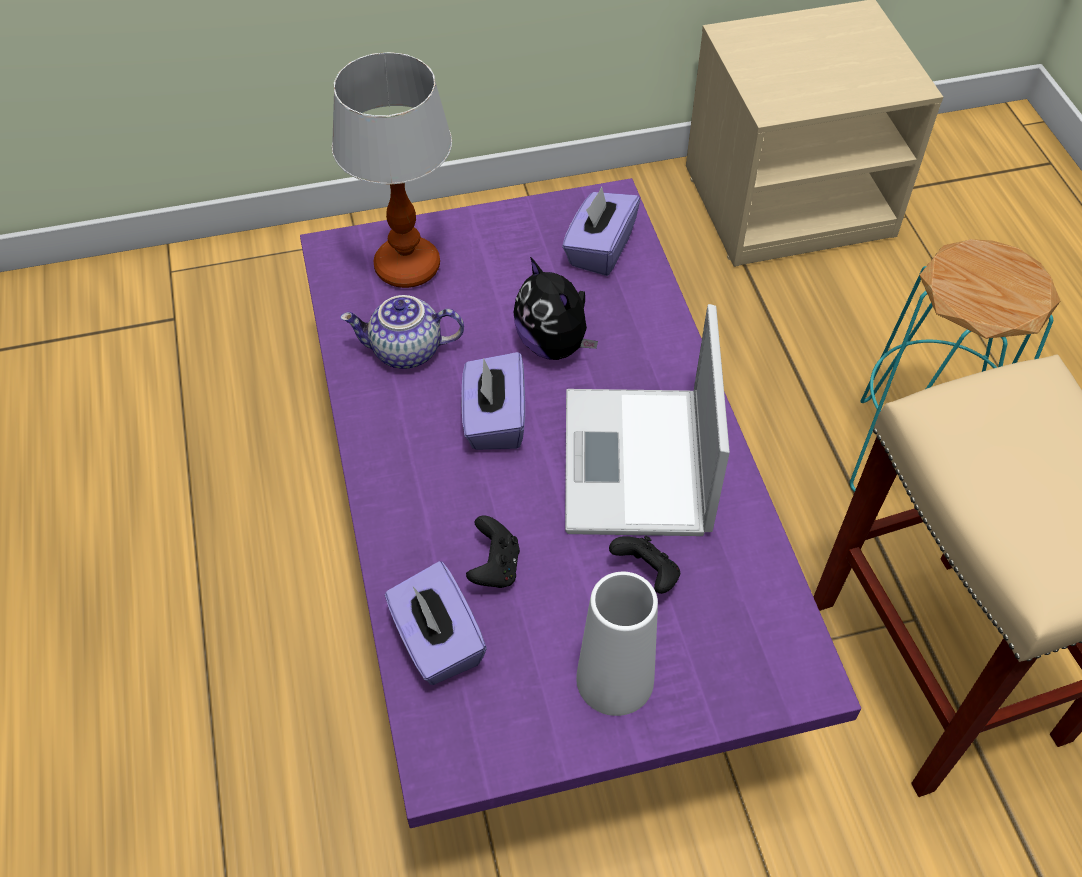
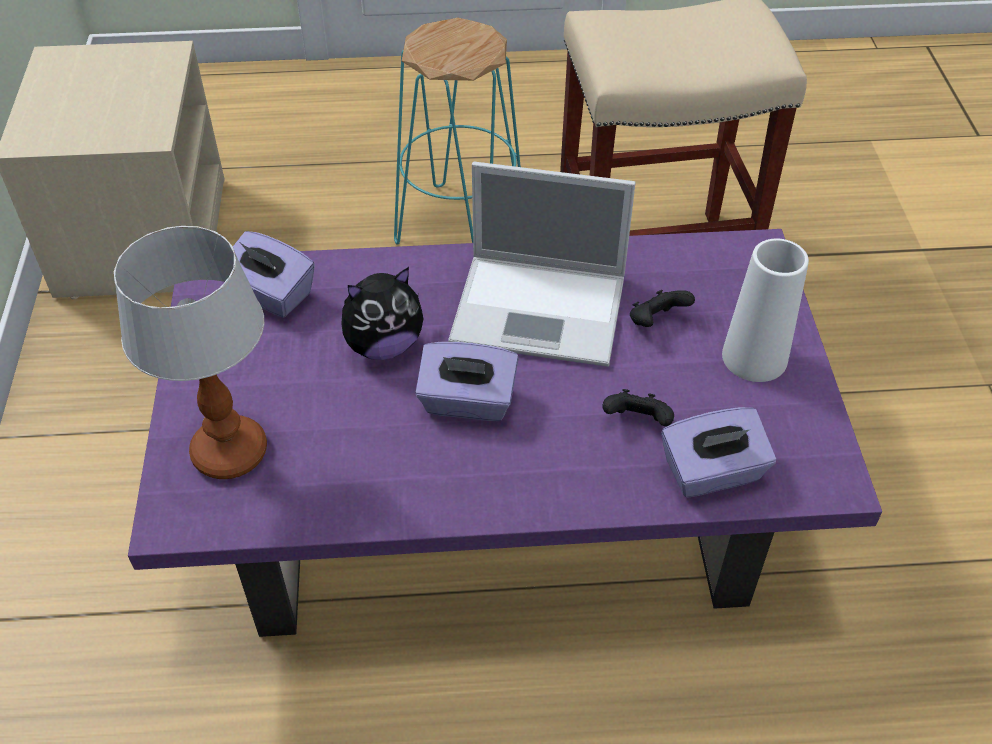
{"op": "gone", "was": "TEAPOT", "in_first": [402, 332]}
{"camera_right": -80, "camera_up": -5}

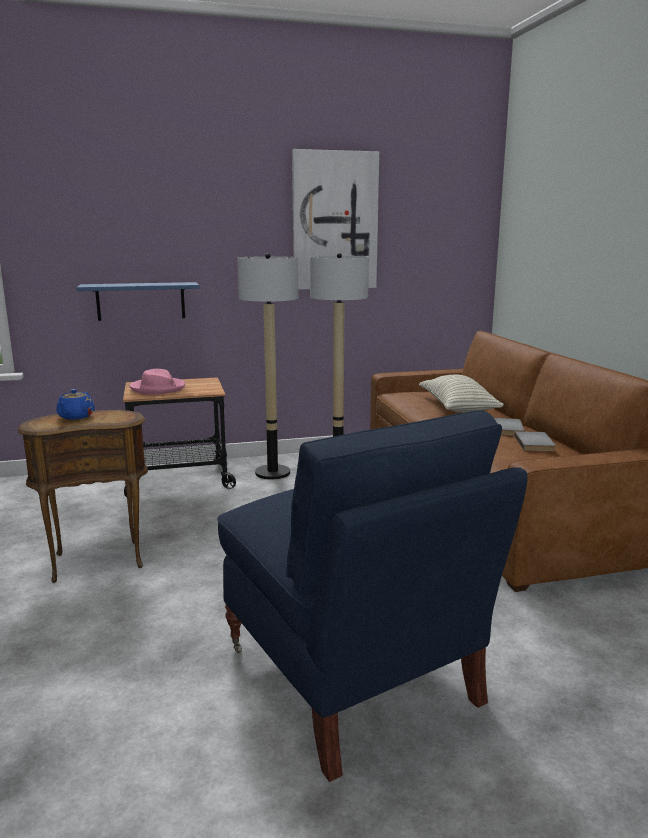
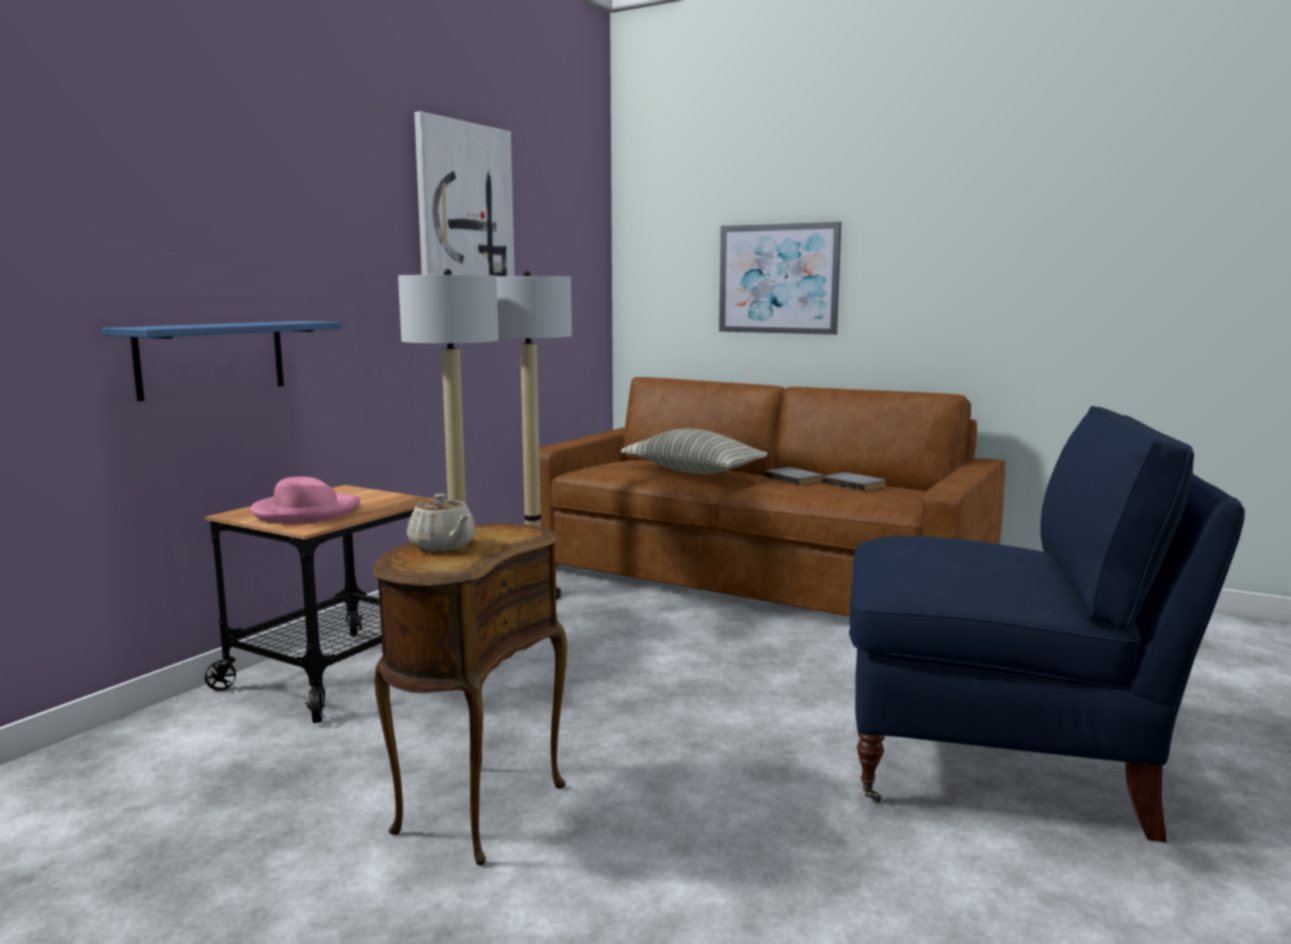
{"op": "repainted", "was": "BLUE TEAPOT", "now": "BEIGE TEAPOT", "in_first": [75, 404], "in_second": [441, 522]}
{"op": "new", "now": "PICTURE", "in_second": [780, 278]}
{"camera_right": -45, "camera_up": -5}

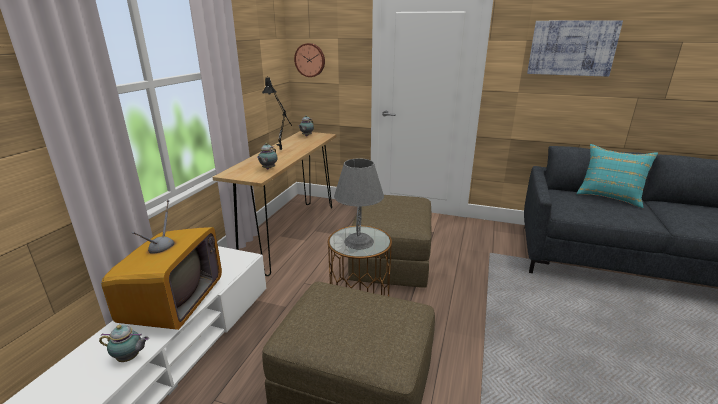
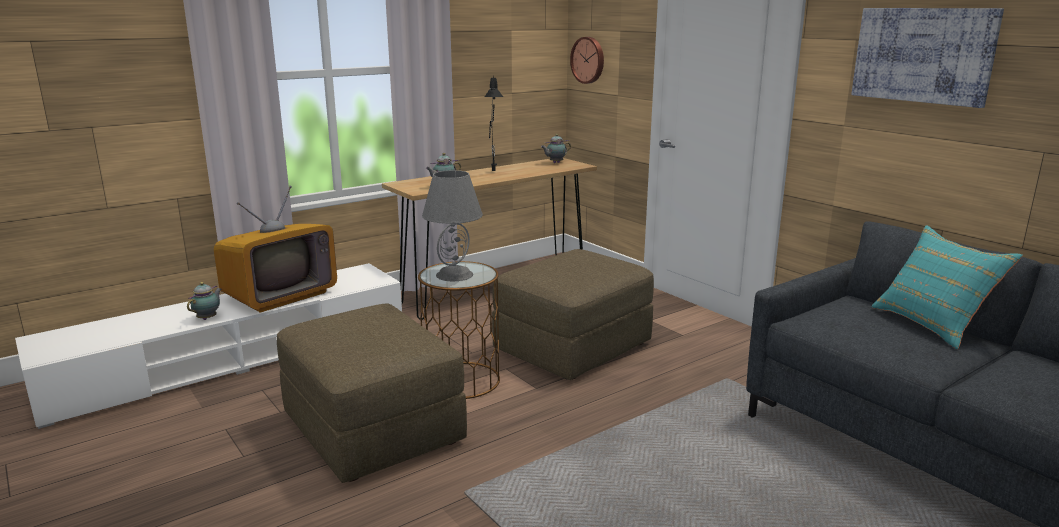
{"op": "rotated", "was": "TEAPOT", "in_first": [124, 343], "in_second": [204, 301], "clockwise": -105}
{"camera_right": 35, "camera_up": -5}

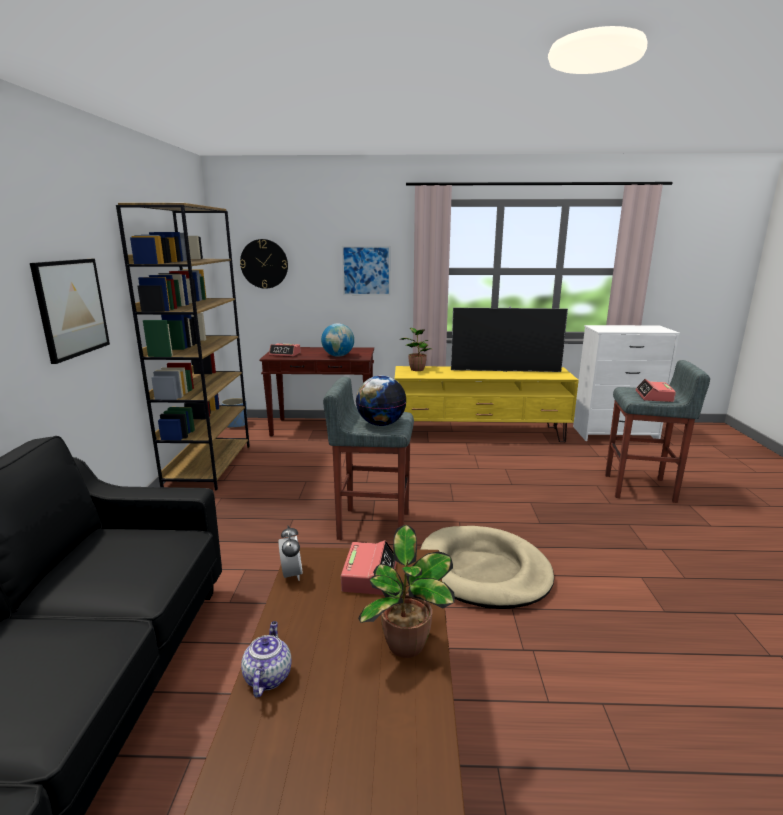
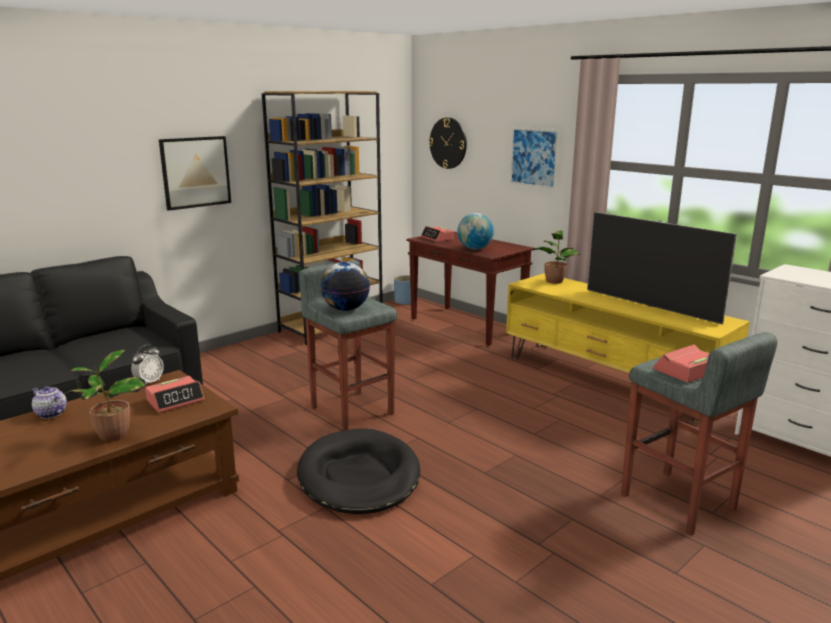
{"op": "repainted", "was": "BEIGE DOG BED", "now": "BLACK DOG BED", "in_first": [487, 567], "in_second": [359, 471]}
{"op": "rotated", "was": "TEAPOT", "in_first": [266, 659], "in_second": [49, 402], "clockwise": -105}
{"camera_right": 45, "camera_up": 0}

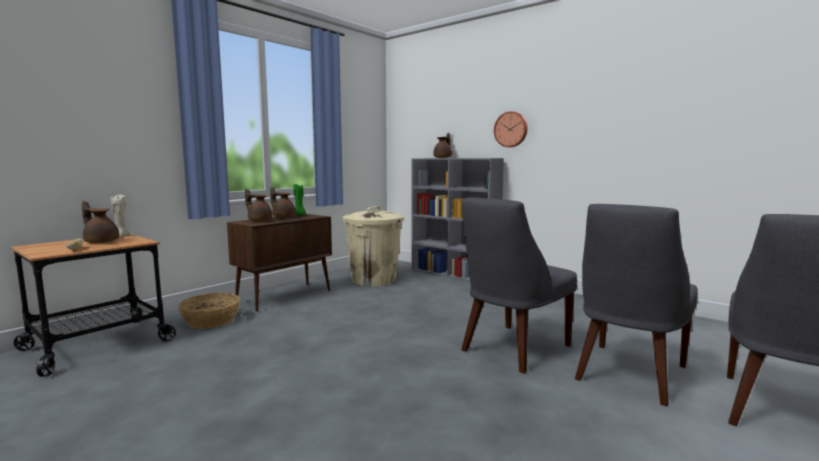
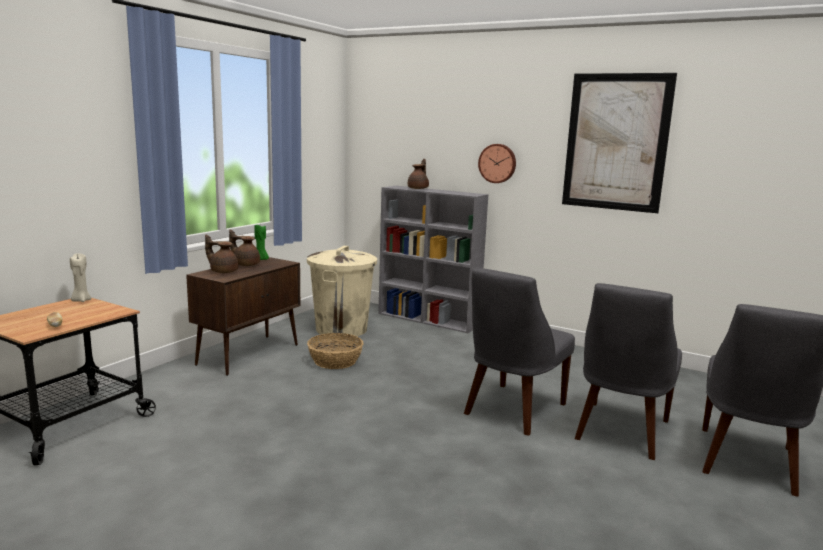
{"op": "gone", "was": "BROWN TEAPOT", "in_first": [100, 222]}
{"op": "shifted", "was": "BASKET", "in_first": [209, 311], "in_second": [335, 351]}
{"op": "new", "now": "PICTURE", "in_second": [619, 143]}
{"camera_right": -10, "camera_up": 5}

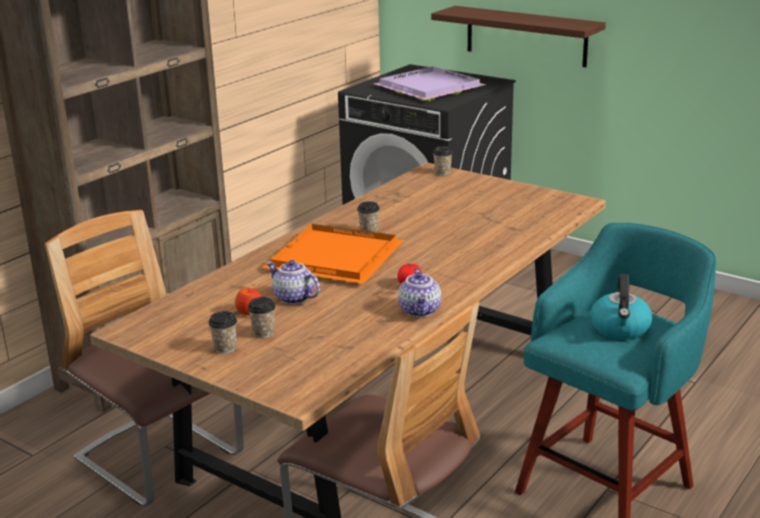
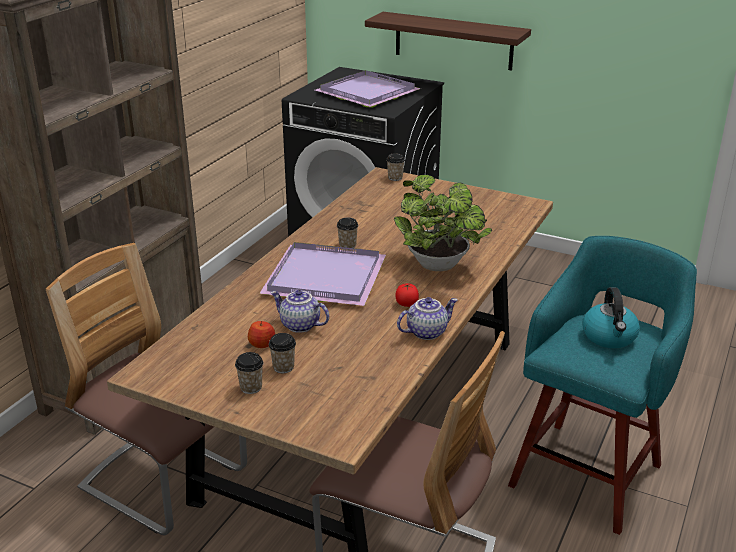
{"op": "repainted", "was": "ORANGE TRAY", "now": "PURPLE TRAY", "in_first": [333, 254], "in_second": [322, 274]}
{"op": "rotated", "was": "TEAPOT", "in_first": [419, 292], "in_second": [427, 318], "clockwise": -105}
{"op": "new", "now": "POTTED PLANT", "in_second": [443, 223]}
{"camera_right": -10, "camera_up": 5}

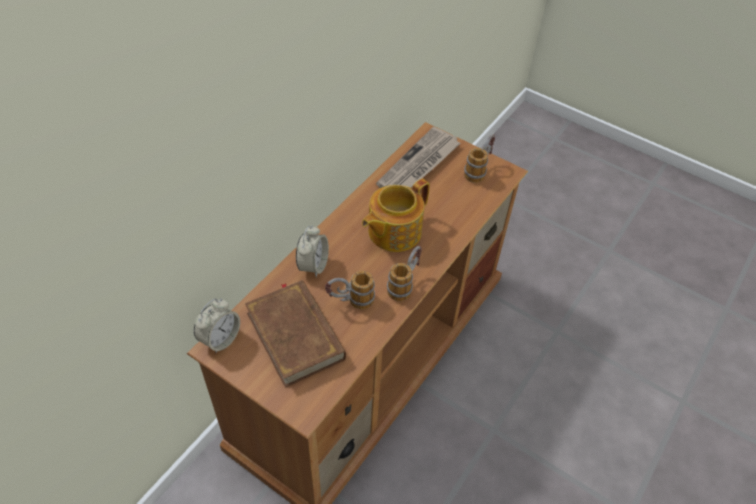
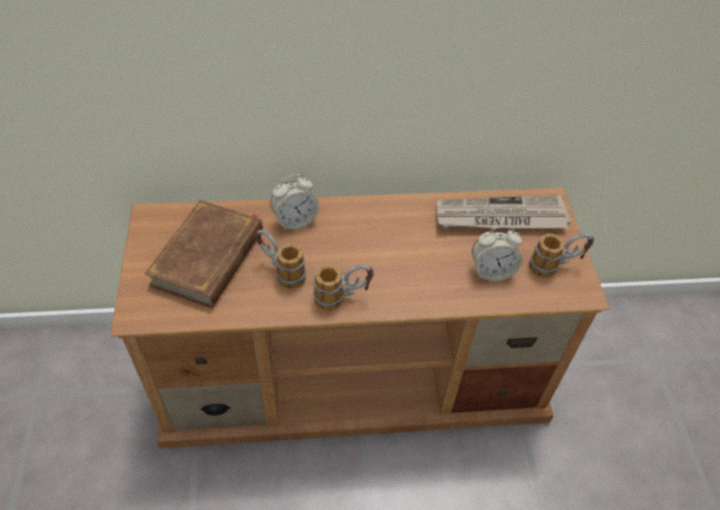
{"op": "gone", "was": "TEAPOT", "in_first": [396, 215]}
{"op": "shifted", "was": "ALARM CLOCK", "in_first": [217, 325], "in_second": [497, 253]}
{"camera_right": 50, "camera_up": 0}

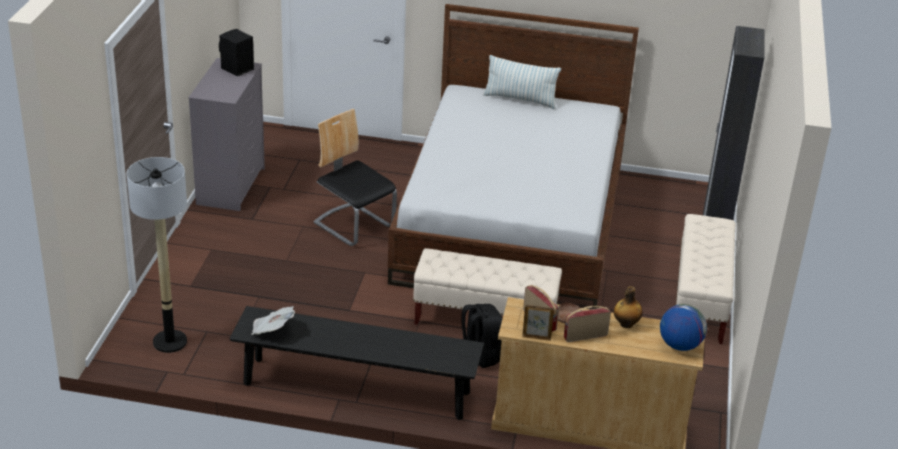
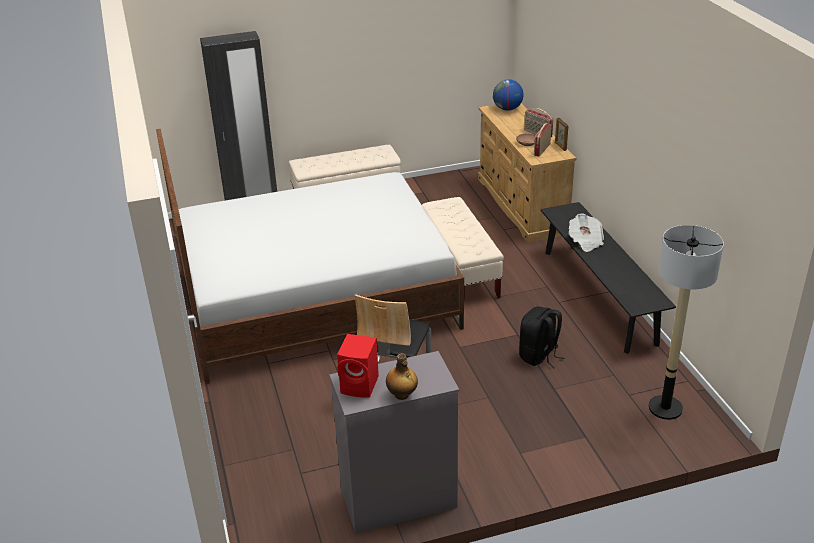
{"op": "repainted", "was": "BLACK SPEAKER", "now": "RED SPEAKER", "in_first": [236, 52], "in_second": [358, 366]}
{"op": "gone", "was": "PILLOW", "in_first": [522, 82]}
{"op": "shifted", "was": "BOTTLE", "in_first": [628, 307], "in_second": [402, 376]}
{"op": "shifted", "was": "BLACK BACKPACK", "in_first": [482, 336], "in_second": [542, 337]}
{"op": "shifted", "was": "NEWSPAPER", "in_first": [273, 320], "in_second": [586, 232]}
{"camera_right": -115, "camera_up": 0}

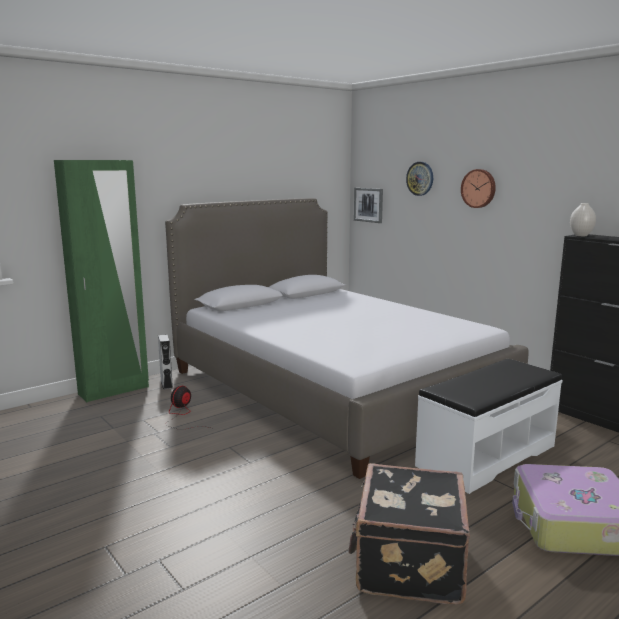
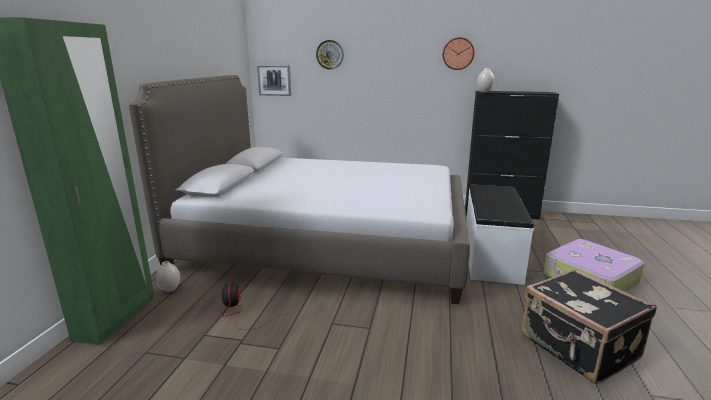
{"op": "shifted", "was": "WALL CLOCK", "in_first": [478, 188], "in_second": [458, 53]}
{"op": "swapped", "was": "GREY SPEAKER", "now": "WHITE VASE", "in_first": [165, 361], "in_second": [168, 276]}
{"camera_right": -40, "camera_up": 5}

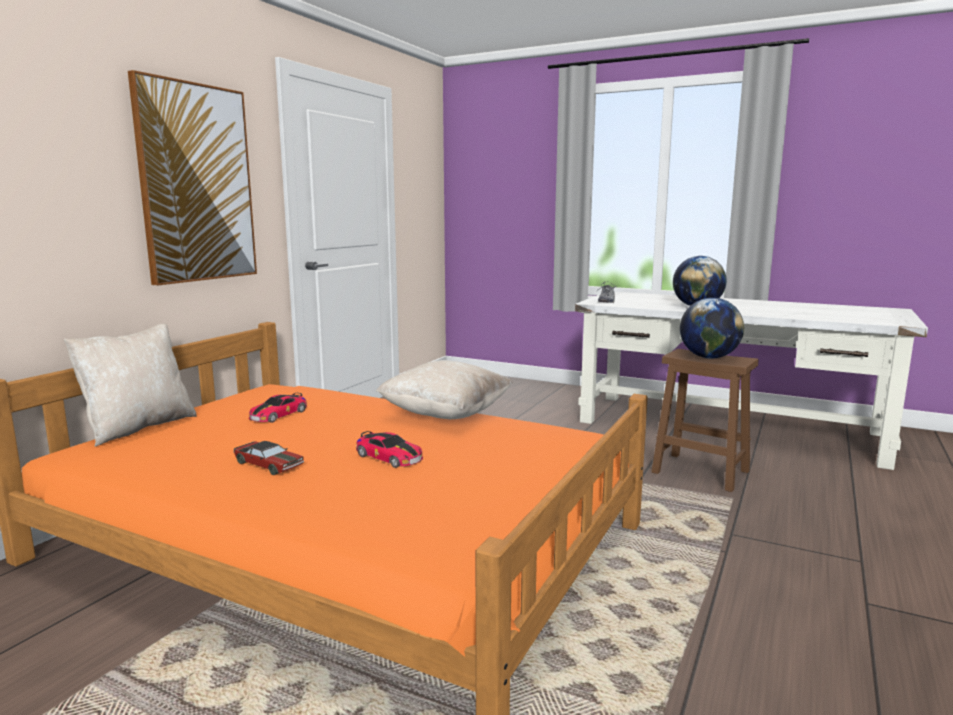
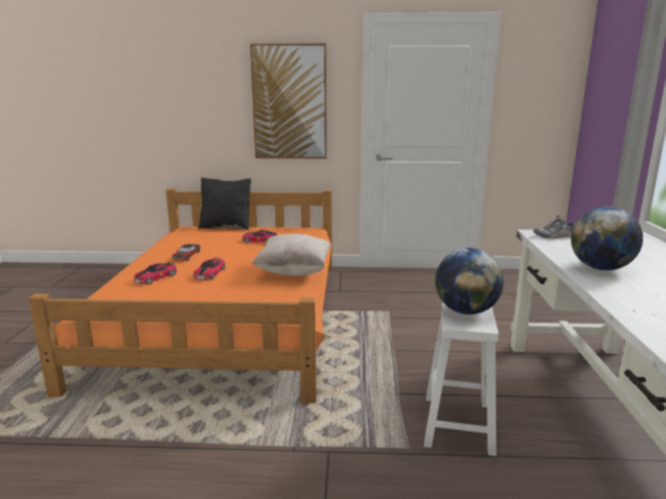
{"op": "repainted", "was": "BEIGE PILLOW", "now": "BLACK PILLOW", "in_first": [130, 385], "in_second": [224, 203]}
{"op": "repainted", "was": "BROWN STOOL", "now": "WHITE STOOL", "in_first": [704, 420], "in_second": [461, 378]}
{"op": "new", "now": "TOY CAR", "in_second": [155, 273]}
{"camera_right": 65, "camera_up": 5}

